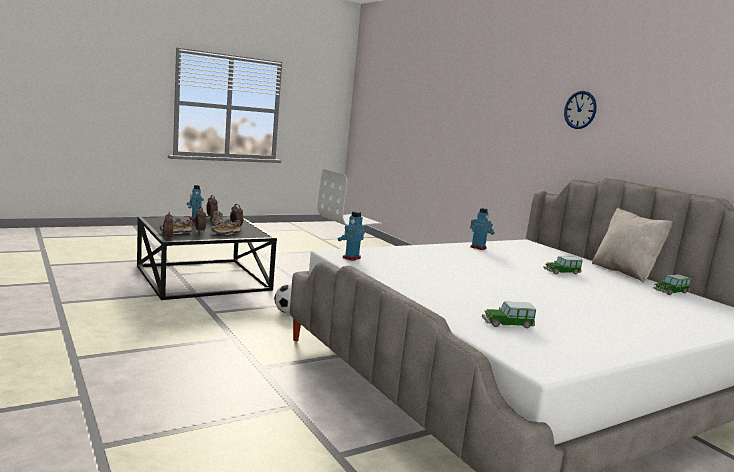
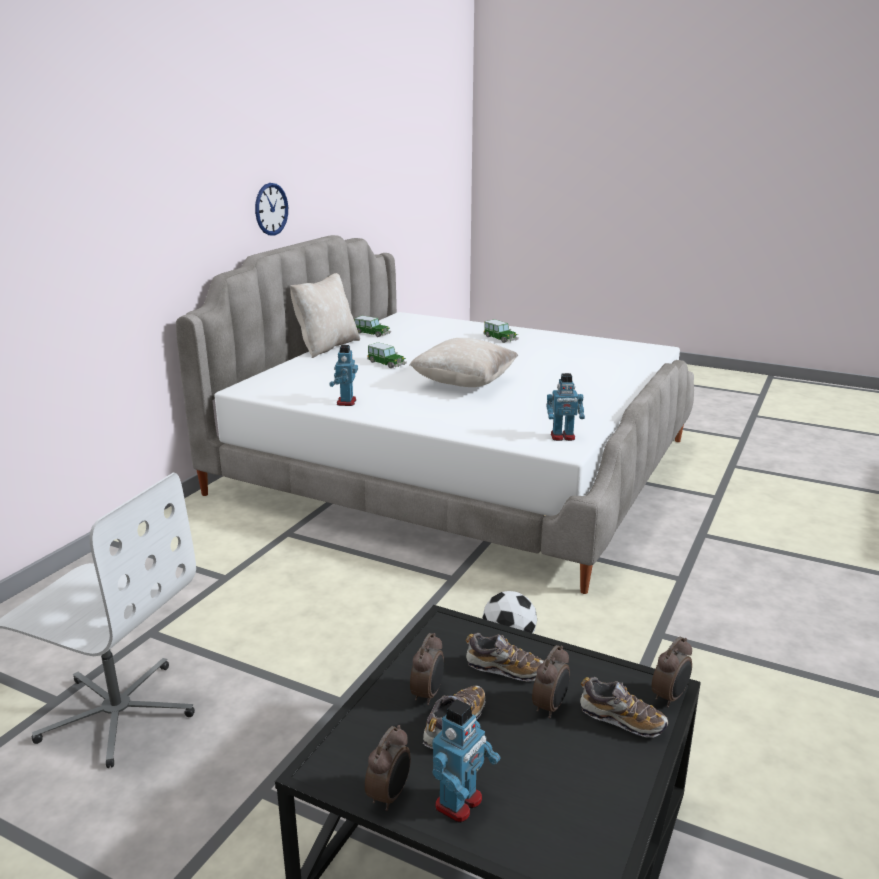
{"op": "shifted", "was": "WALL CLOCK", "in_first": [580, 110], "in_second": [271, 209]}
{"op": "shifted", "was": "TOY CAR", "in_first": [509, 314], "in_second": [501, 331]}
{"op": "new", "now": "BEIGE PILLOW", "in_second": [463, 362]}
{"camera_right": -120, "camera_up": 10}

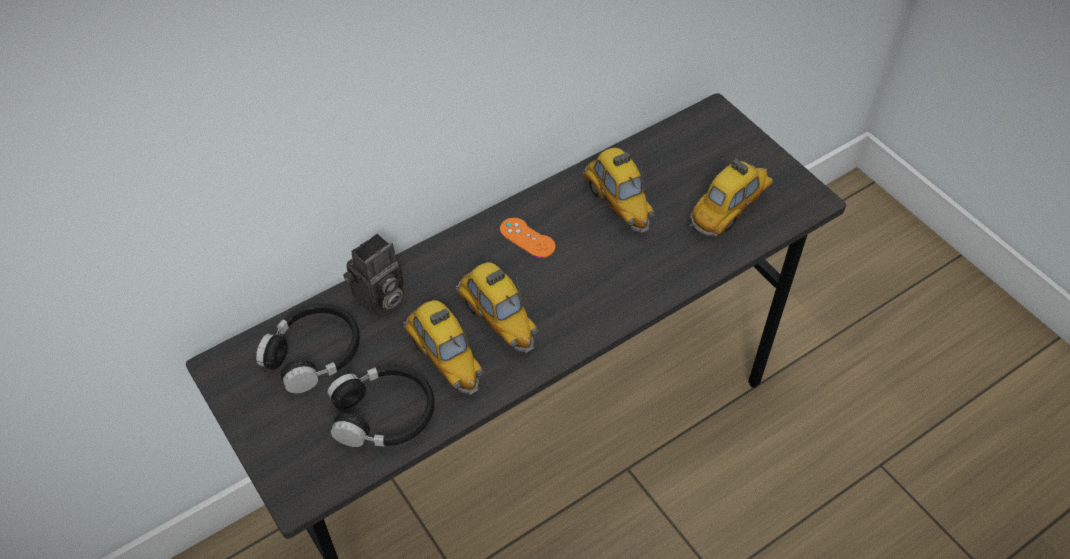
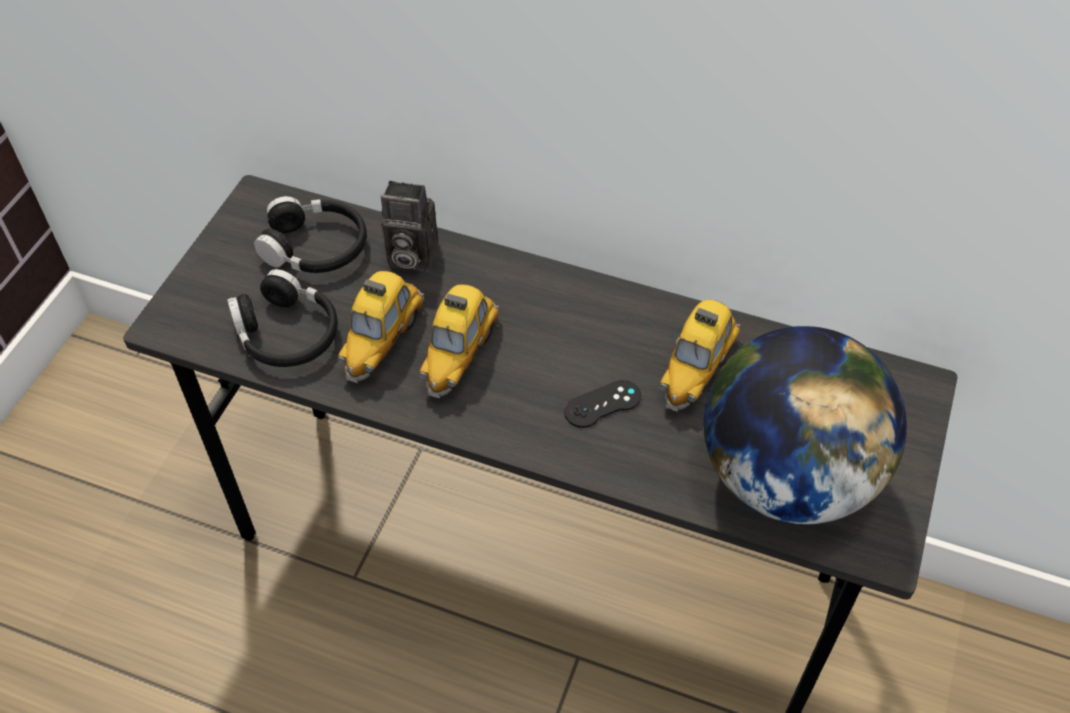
{"op": "swapped", "was": "TOY CAR", "now": "GLOBE", "in_first": [731, 194], "in_second": [805, 425]}
{"op": "gone", "was": "ORANGE GAME CONTROLLER", "in_first": [527, 238]}
{"op": "new", "now": "BLACK GAME CONTROLLER", "in_second": [602, 404]}
{"camera_right": 55, "camera_up": 0}

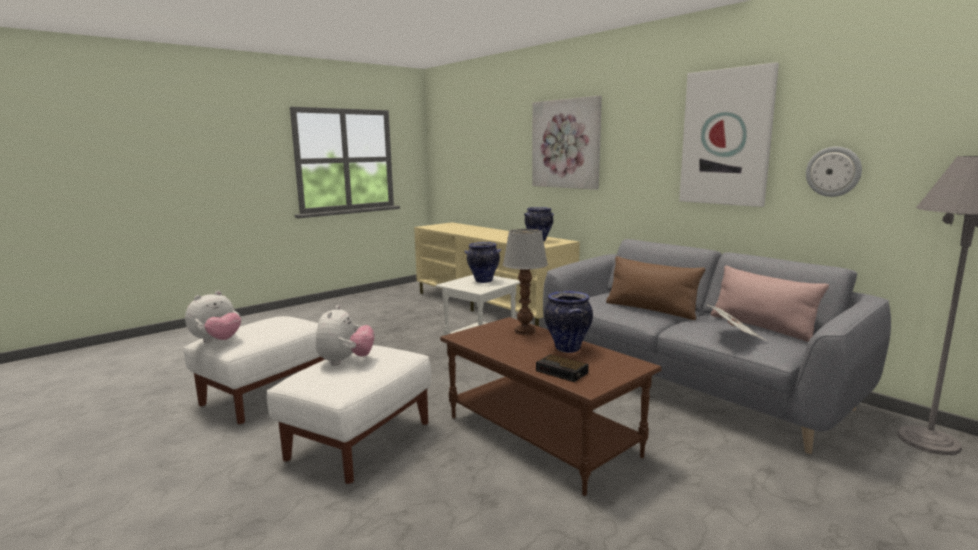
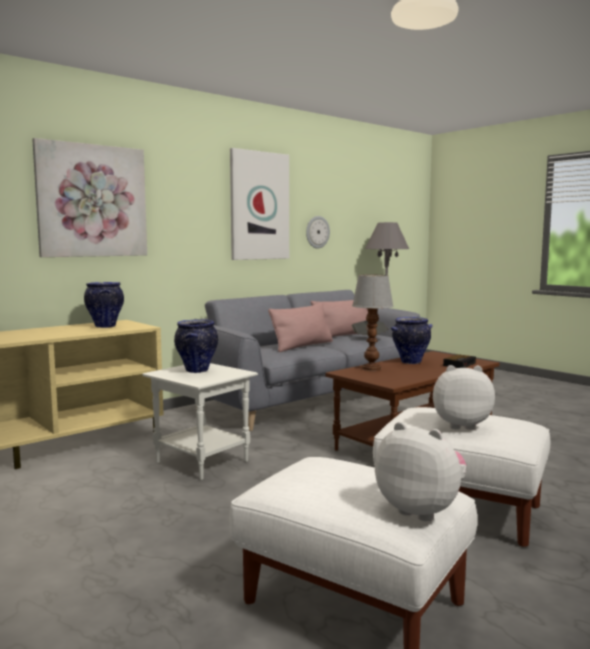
{"op": "repainted", "was": "BROWN PILLOW", "now": "PINK PILLOW", "in_first": [655, 288], "in_second": [300, 327]}
{"camera_right": -90, "camera_up": -5}

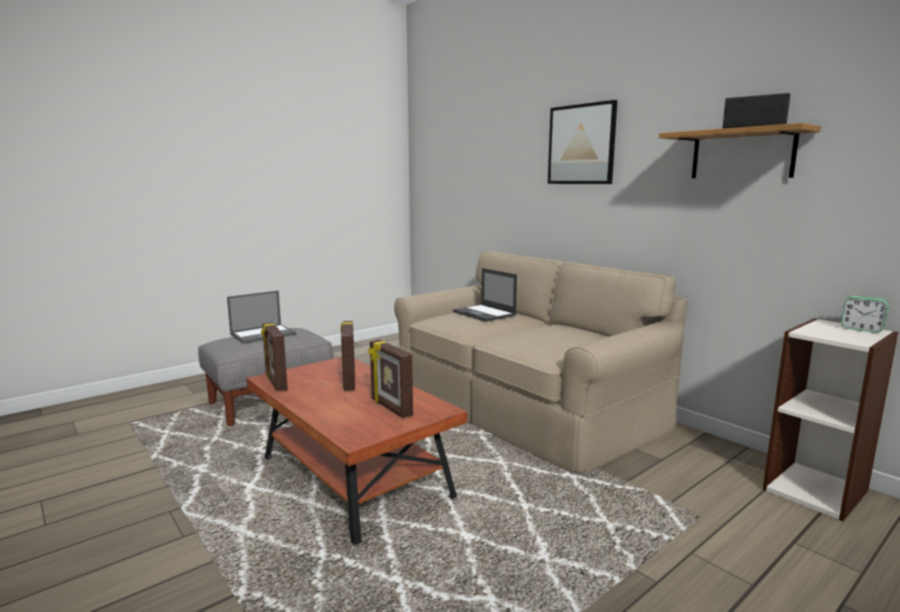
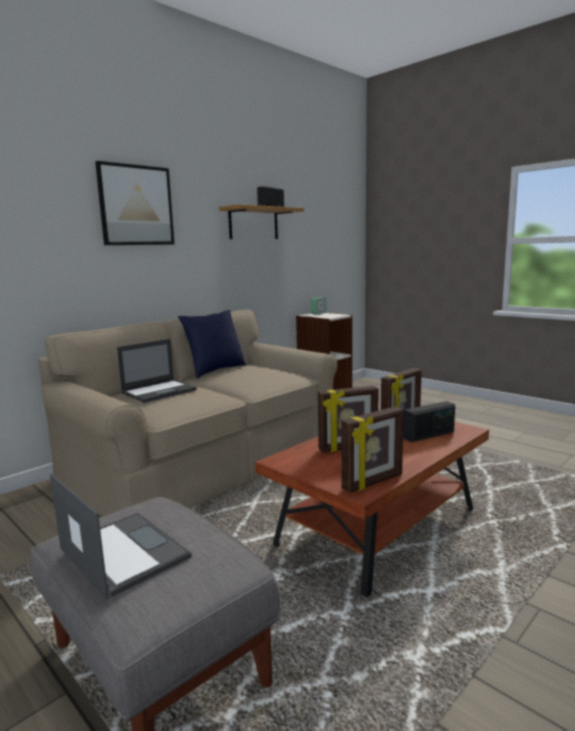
{"op": "new", "now": "BLUE PILLOW", "in_second": [212, 344]}
{"op": "new", "now": "RADIO", "in_second": [429, 421]}
{"camera_right": -95, "camera_up": 0}

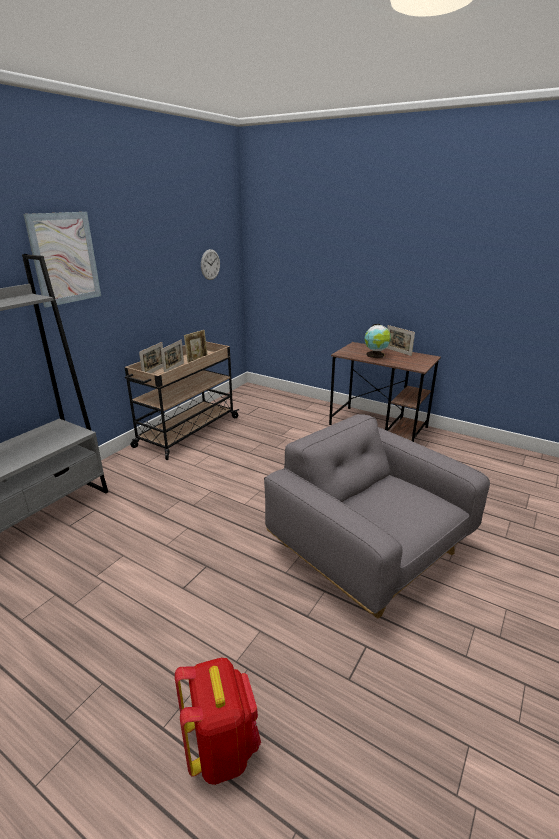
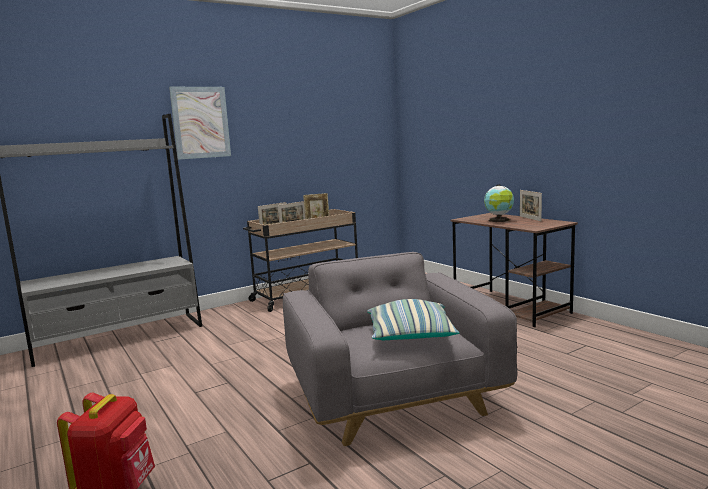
{"op": "gone", "was": "WALL CLOCK", "in_first": [210, 264]}
{"op": "new", "now": "PILLOW", "in_second": [413, 319]}
{"camera_right": 25, "camera_up": -15}

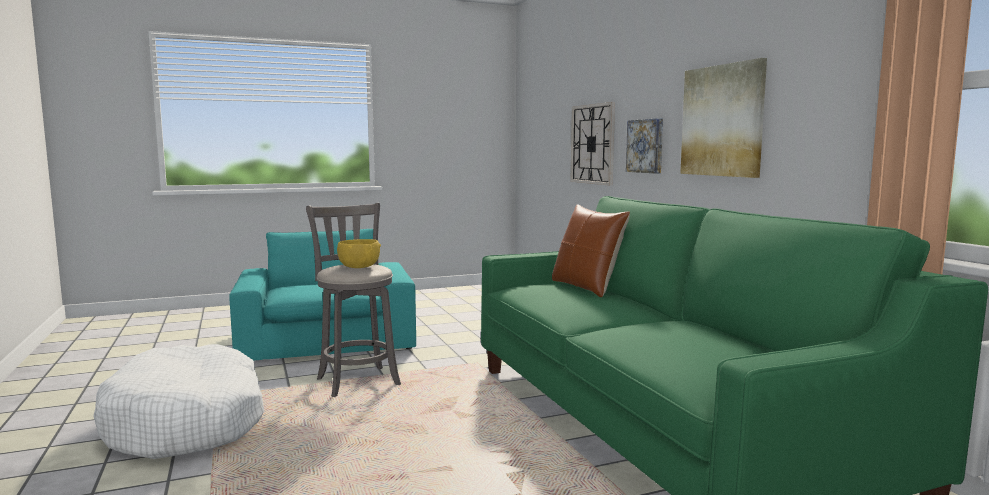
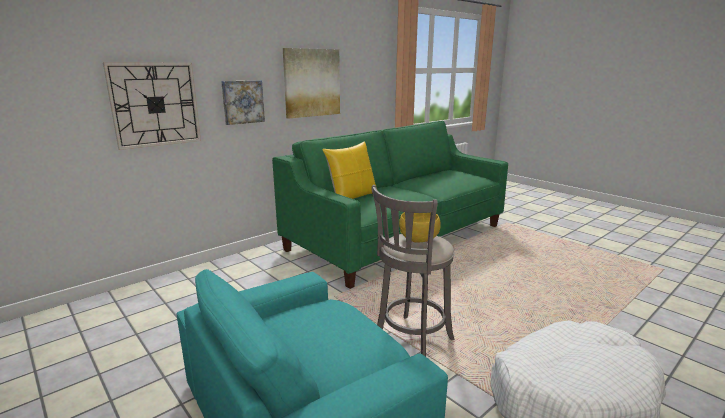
{"op": "repainted", "was": "BROWN PILLOW", "now": "YELLOW PILLOW", "in_first": [591, 250], "in_second": [349, 170]}
{"camera_right": -110, "camera_up": 10}

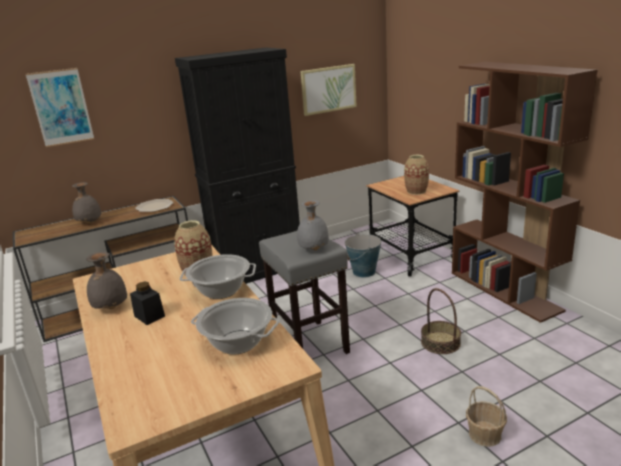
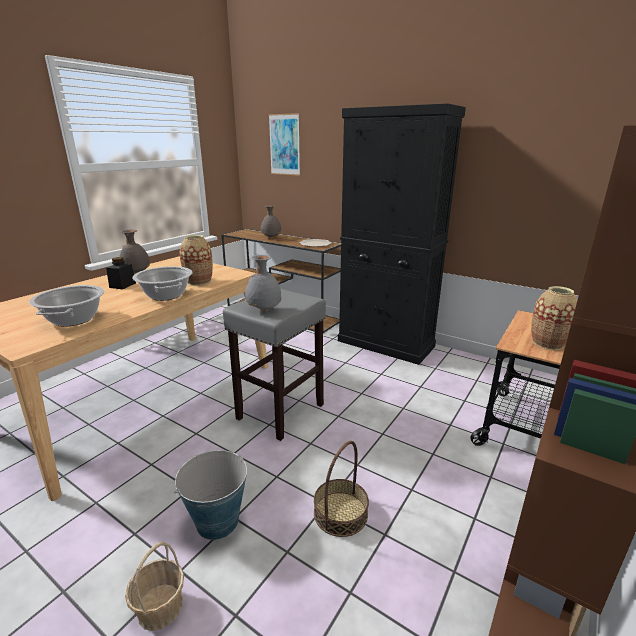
{"op": "gone", "was": "PICTURE", "in_first": [329, 90]}
{"op": "shifted", "was": "BUCKET", "in_first": [363, 255], "in_second": [210, 495]}
{"camera_right": 60, "camera_up": 0}

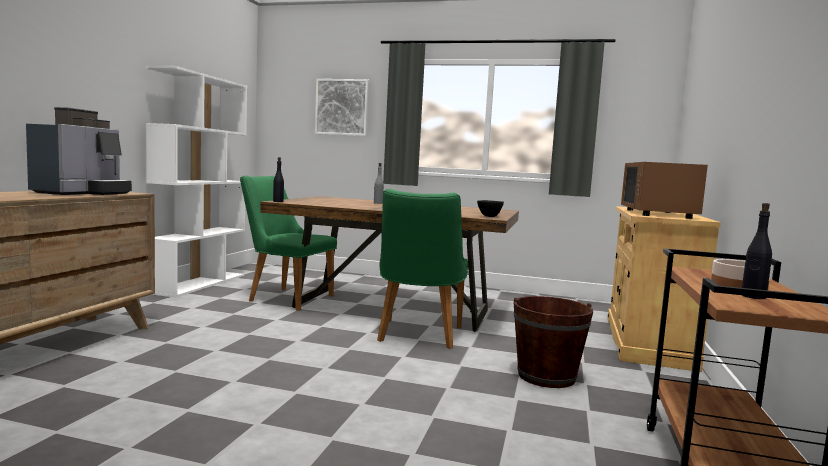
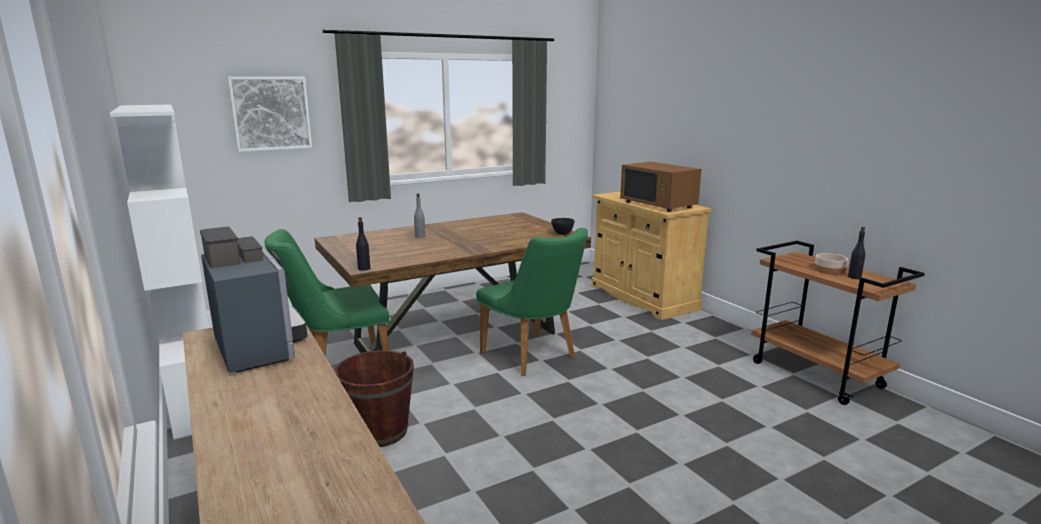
{"op": "shifted", "was": "BROWN BUCKET", "in_first": [553, 342], "in_second": [374, 398]}
{"camera_right": -45, "camera_up": 10}

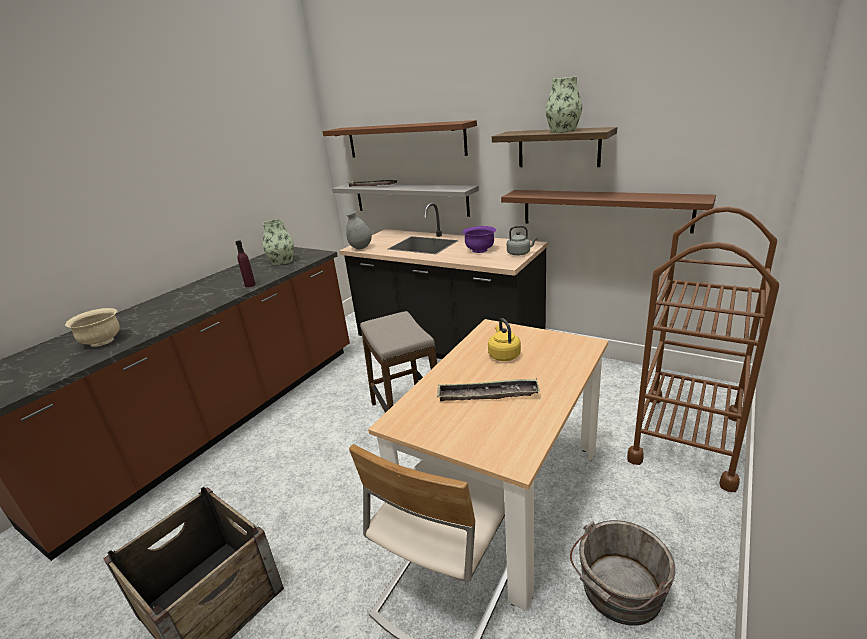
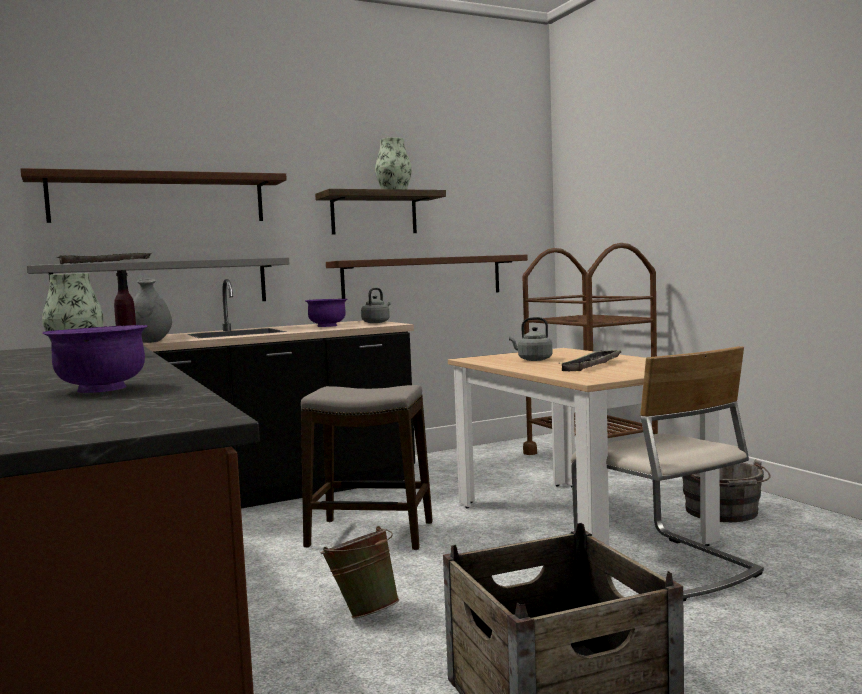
{"op": "repainted", "was": "BEIGE BOWL", "now": "PURPLE BOWL", "in_first": [92, 327], "in_second": [95, 359]}
{"op": "repainted", "was": "YELLOW KETTLE", "now": "GREY KETTLE", "in_first": [504, 339], "in_second": [531, 339]}
{"op": "new", "now": "GREEN BUCKET", "in_second": [360, 572]}
{"camera_right": -60, "camera_up": -20}

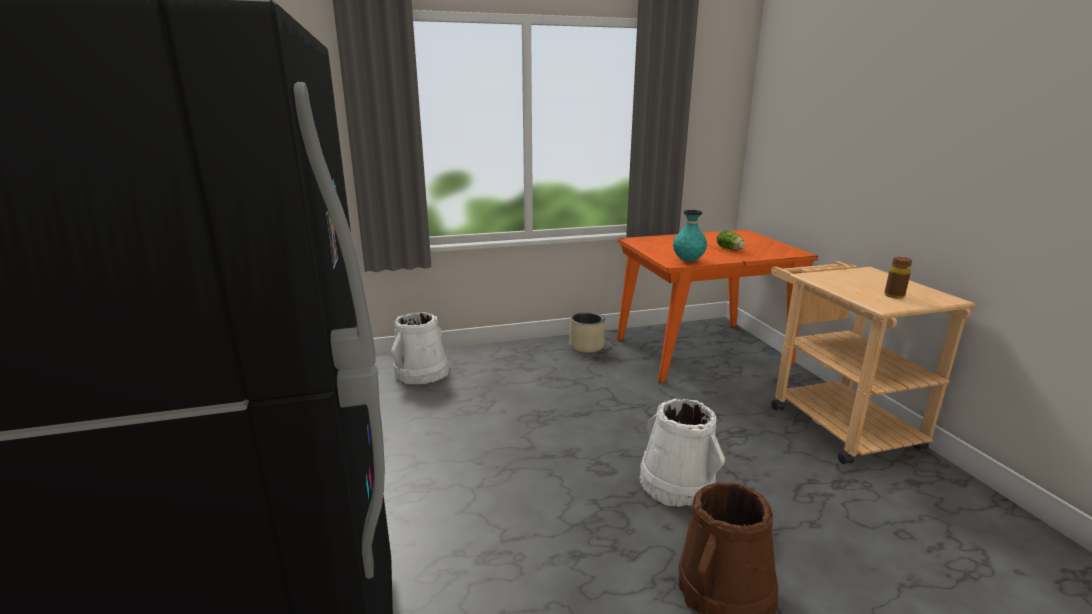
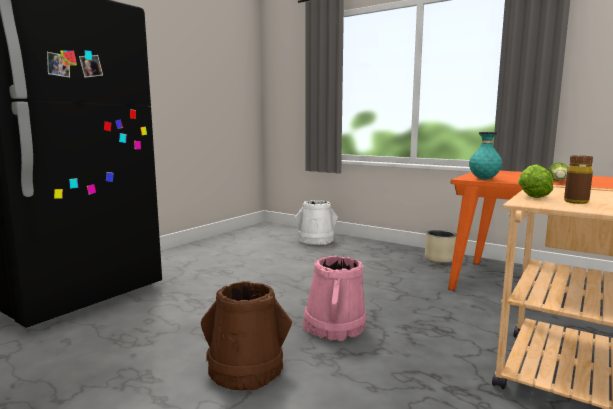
{"op": "repainted", "was": "WHITE BUCKET", "now": "PINK BUCKET", "in_first": [682, 453], "in_second": [334, 298]}
{"op": "new", "now": "LETTUCE", "in_second": [535, 181]}
{"camera_right": 50, "camera_up": -10}

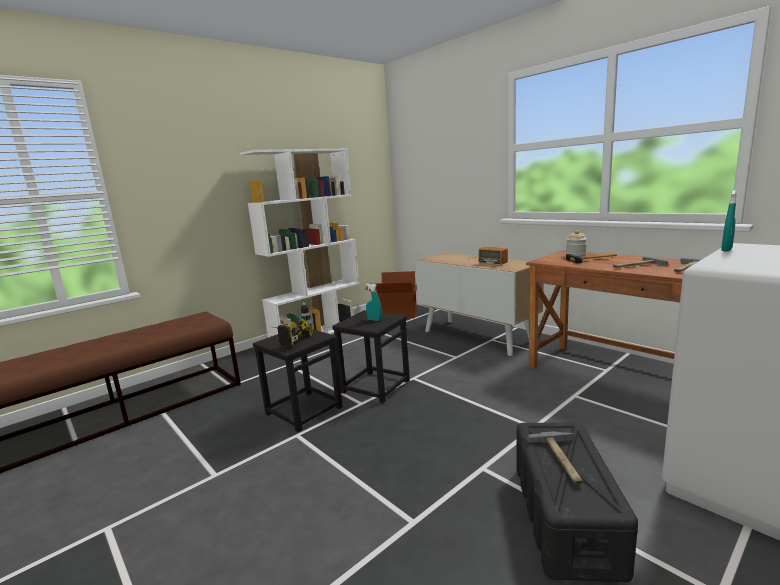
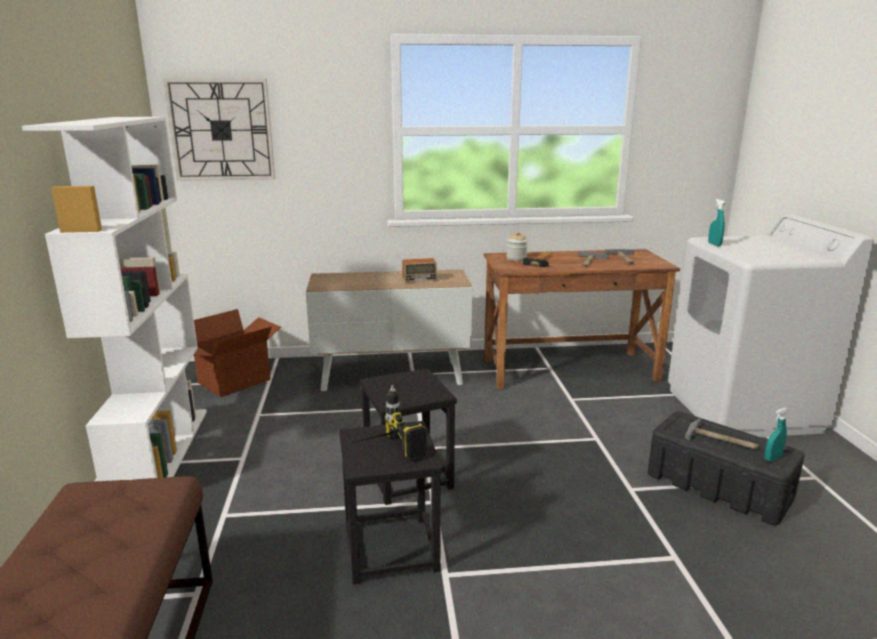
{"op": "shifted", "was": "TURQUOISE SPRAY BOTTLE", "in_first": [374, 302], "in_second": [776, 434]}
{"op": "new", "now": "WALL CLOCK", "in_second": [219, 129]}
{"camera_right": -55, "camera_up": 5}

